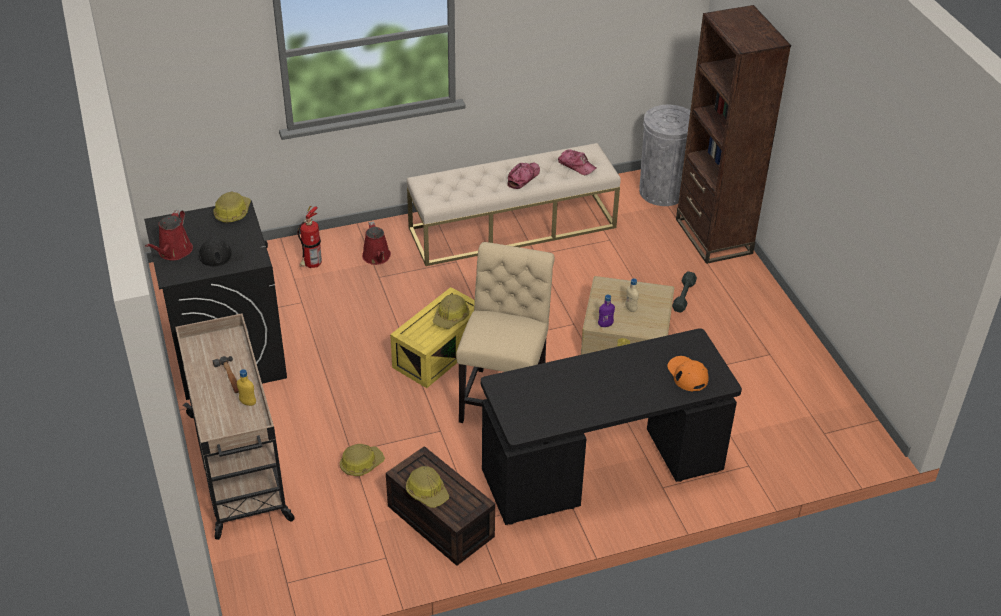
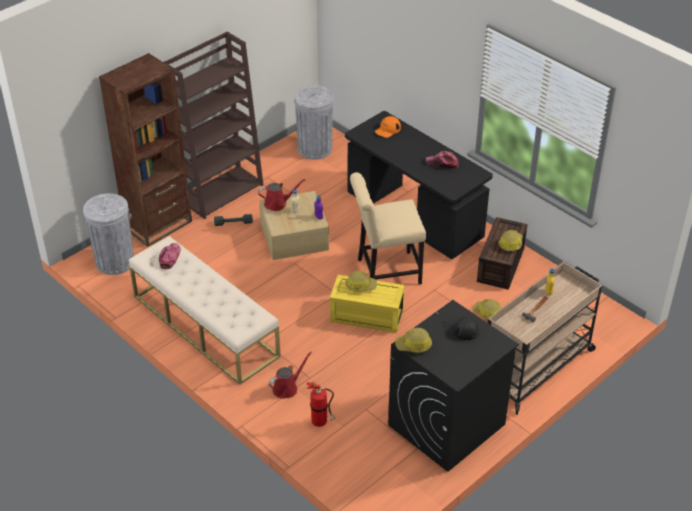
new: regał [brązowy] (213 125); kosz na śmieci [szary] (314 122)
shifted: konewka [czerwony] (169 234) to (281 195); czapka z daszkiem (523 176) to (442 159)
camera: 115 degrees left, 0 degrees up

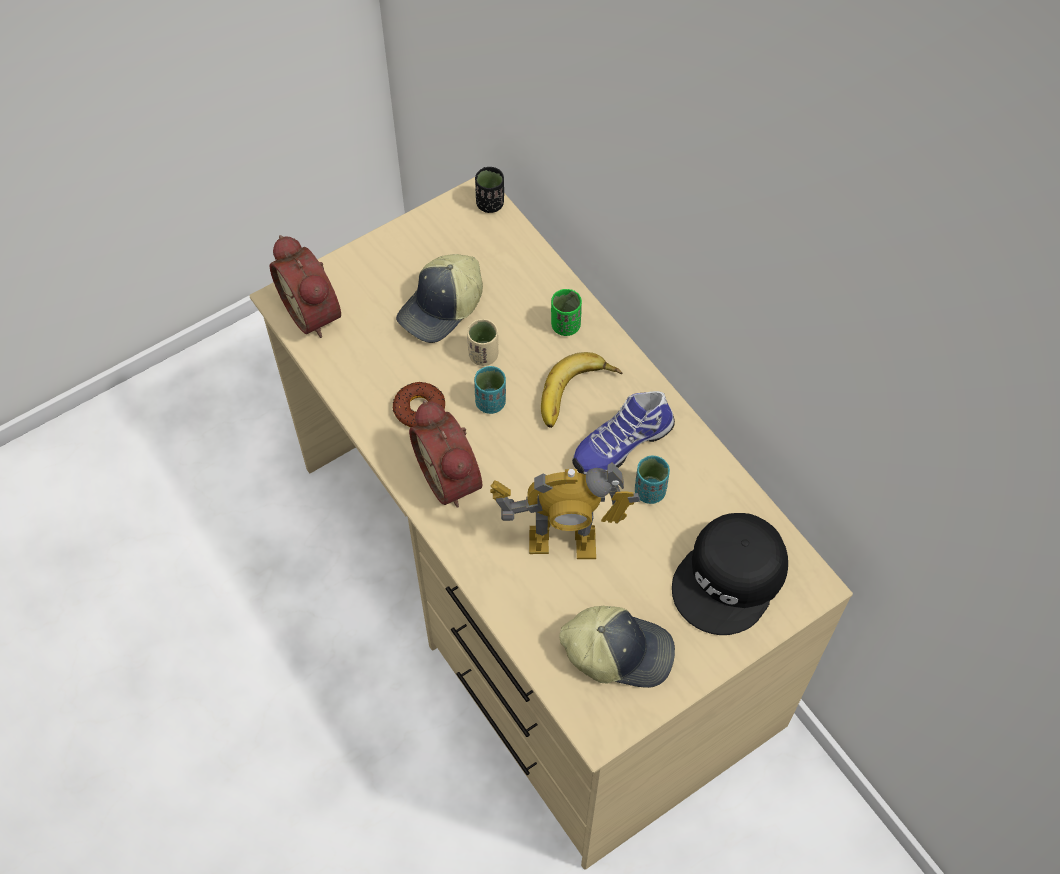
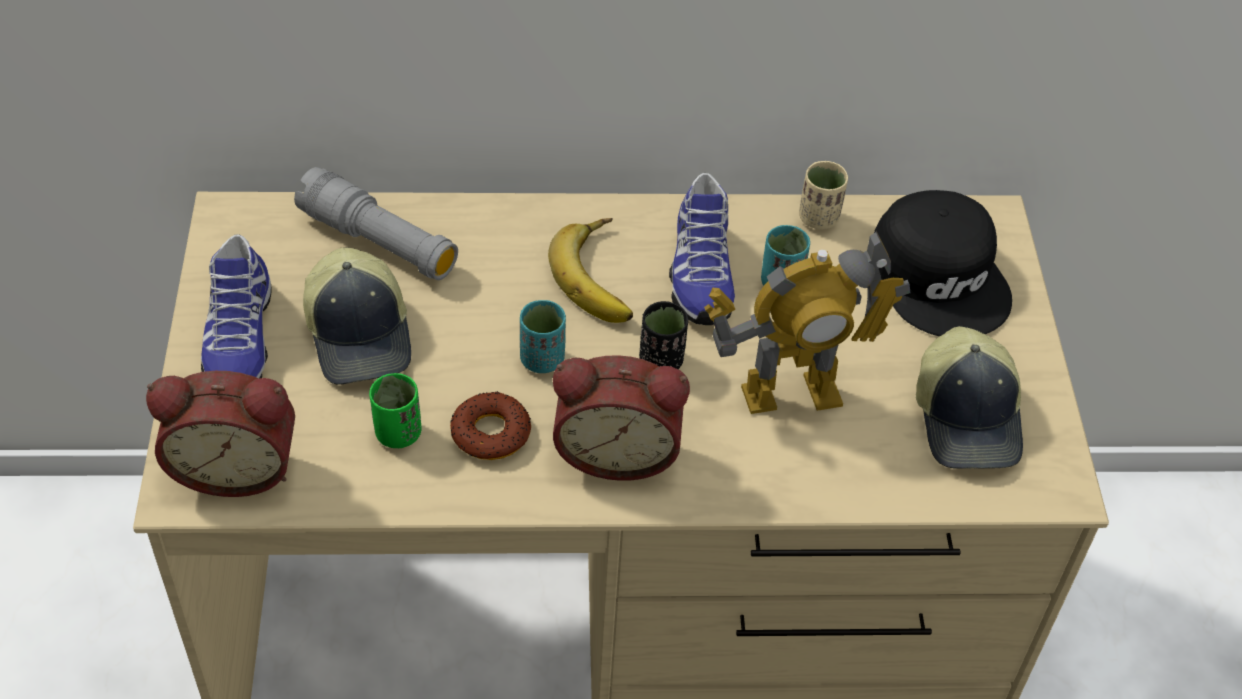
new: but (236 306); latarka [szary] (376 223)
shifted: filiżanka [zielony] (566 312) to (395 410); filiżanka [czarny] (489 190) to (663 335); filiżanka [beżowy] (482 342) to (823 195)
rotated: robot zabawkowy (565 511) = (807 322) 45 degrees clockwise; czapka z daszkiem (617 647) = (969 397) 135 degrees clockwise
camera: 60 degrees left, 10 degrees down

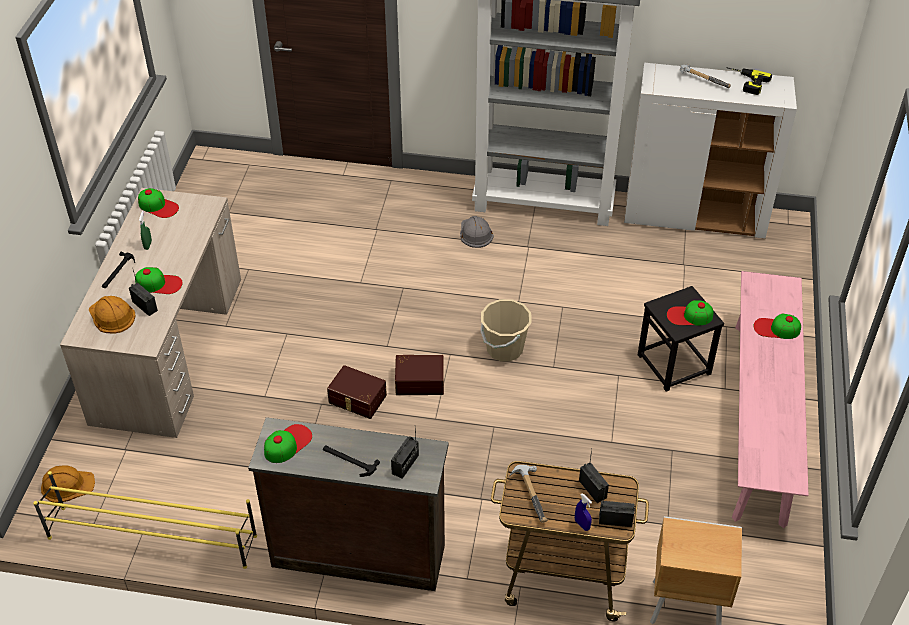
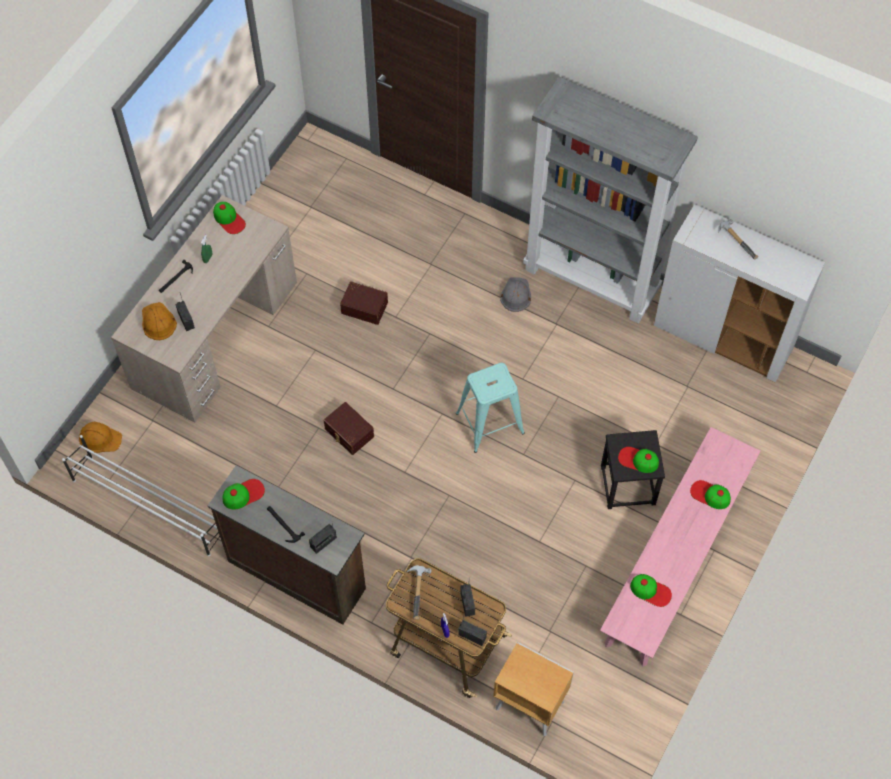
gone: wiertarka (749 81)
shifted: pojemnik do przechowywania [brązowy] (419 375) to (364 303); czapka z daszkiem (159 280) to (651 590)
swapped: wiadro [beżowy] (506 330) to stołek [turkusowy] (490 408)
repainted: regał na buty [żółty] (145 520) to regał na buty [biały] (141 495)
camera: 20 degrees right, 15 degrees up

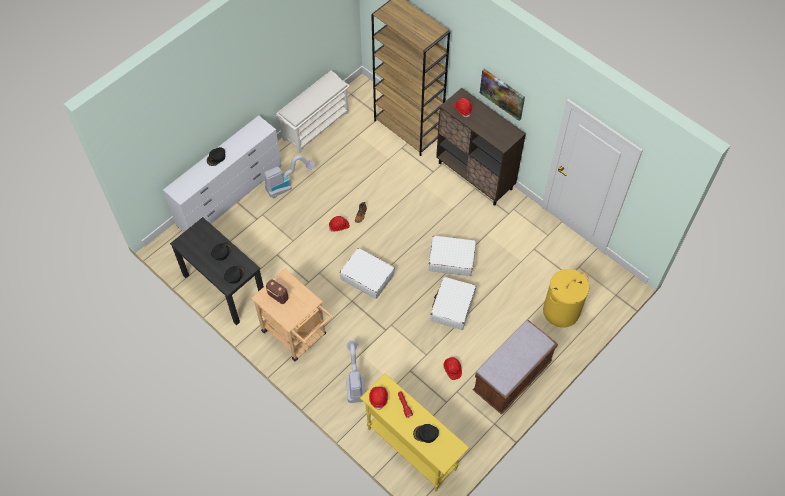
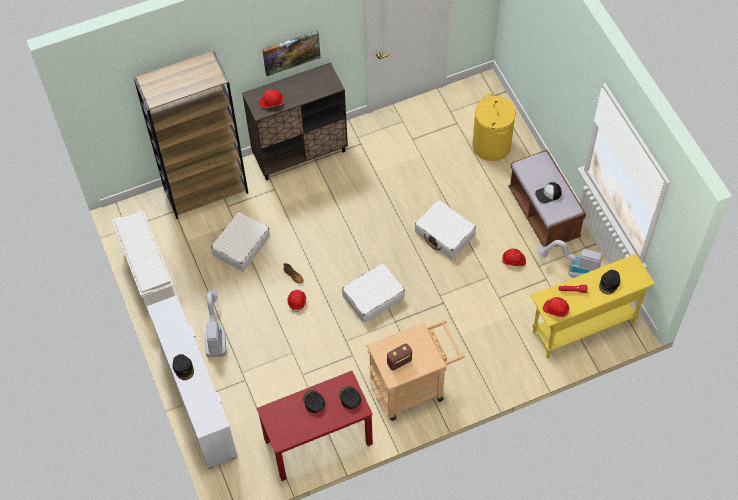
new: czapka z daszkiem (548 193)
shifted: walizka [biały] (452 256) to (240 241); odkurzacz (355 371) to (569 259)
repainted: biurko [czarny] (217 271) to biurko [czerwony] (314 426)
camera: 65 degrees left, 0 degrees up

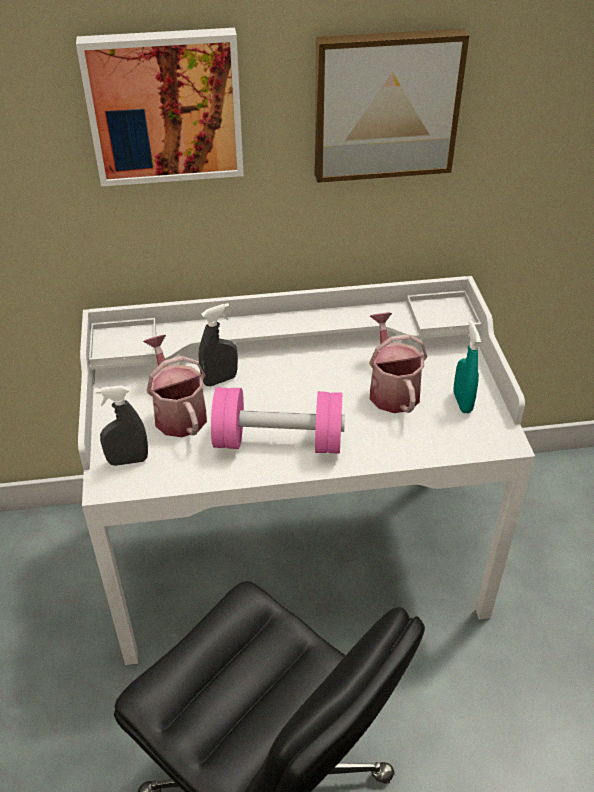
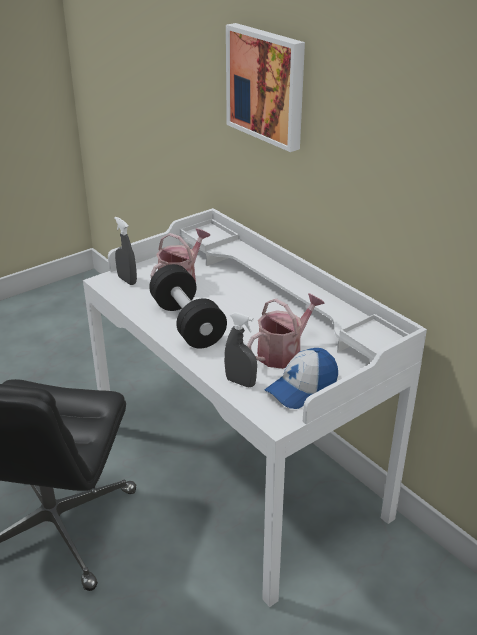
gone: obraz (392 105)
shifted: spryskiwacz [szary] (218 344) to (240 349)
swapped: spryskiwacz [turkusowy] (467 366) to czapka z daszkiem (301 378)
repainted: hantel [różowy] (278 420) to hantel [czarny] (188 306)
camera: 60 degrees right, 10 degrees down

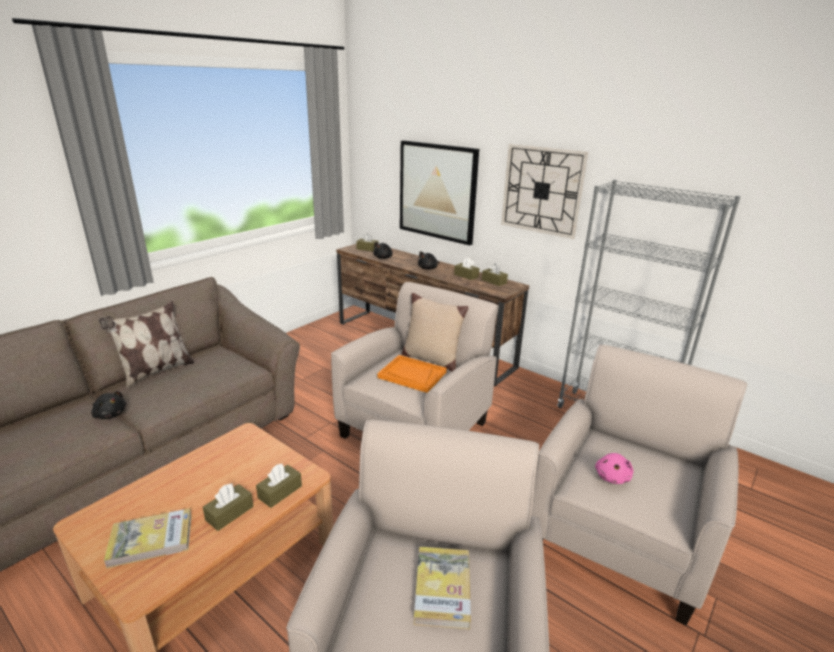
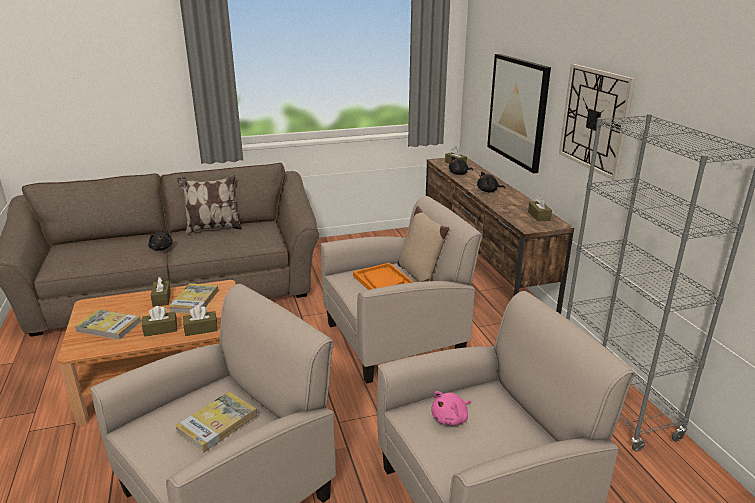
new: książka (193 298)
shifted: pudełko chusteczek [brązowy] (466 269) to (161 291)
camera: 35 degrees right, 0 degrees up

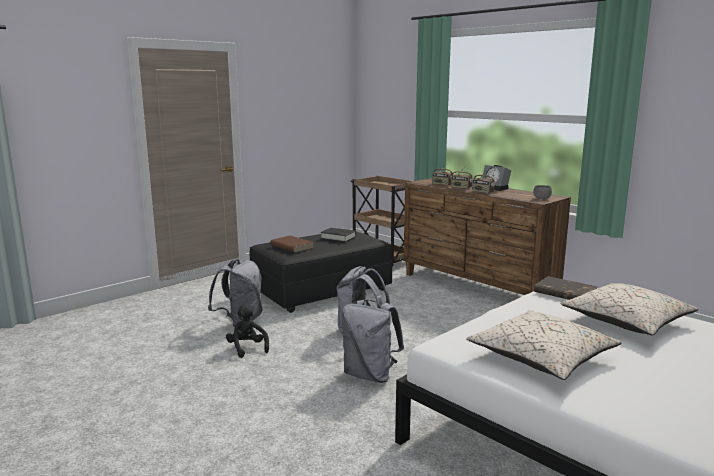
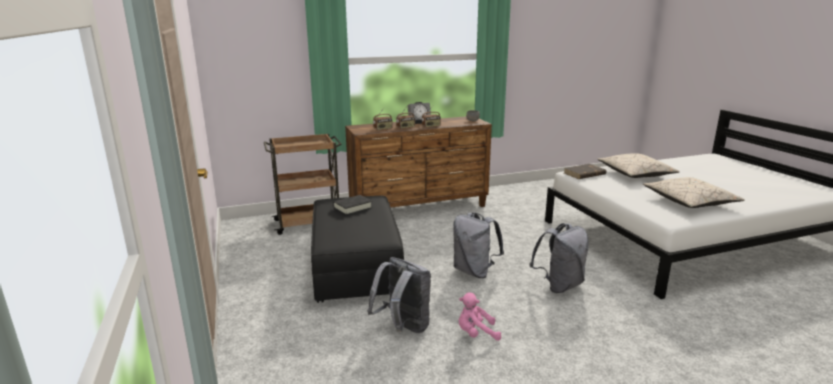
gone: książka [brązowy] (291 244)
repainted: pluszak [czarny] (247 331) to pluszak [różowy] (480 316)
camera: 65 degrees left, 5 degrees up

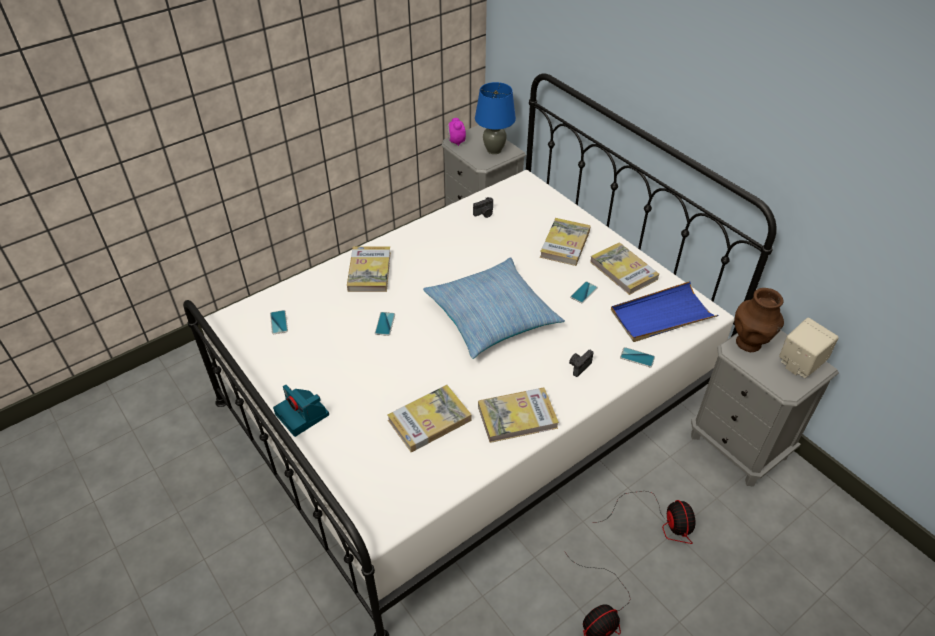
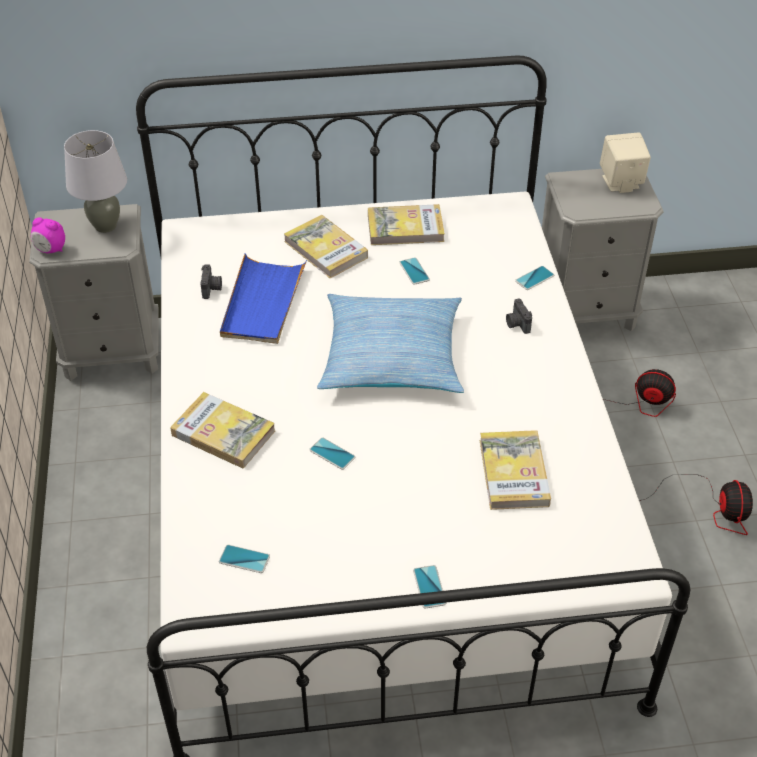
gone: książka (518 415); wazon [brązowy] (759 320)
shifted: taca [niebieski] (664 311) to (263 298)
swapped: aparat fotograficzny (301 411) to telefon (429 587)
repainted: lampa stołowa [niebieski] (495 118) to lampa stołowa [szary] (95 181)
camera: 60 degrees left, 0 degrees up

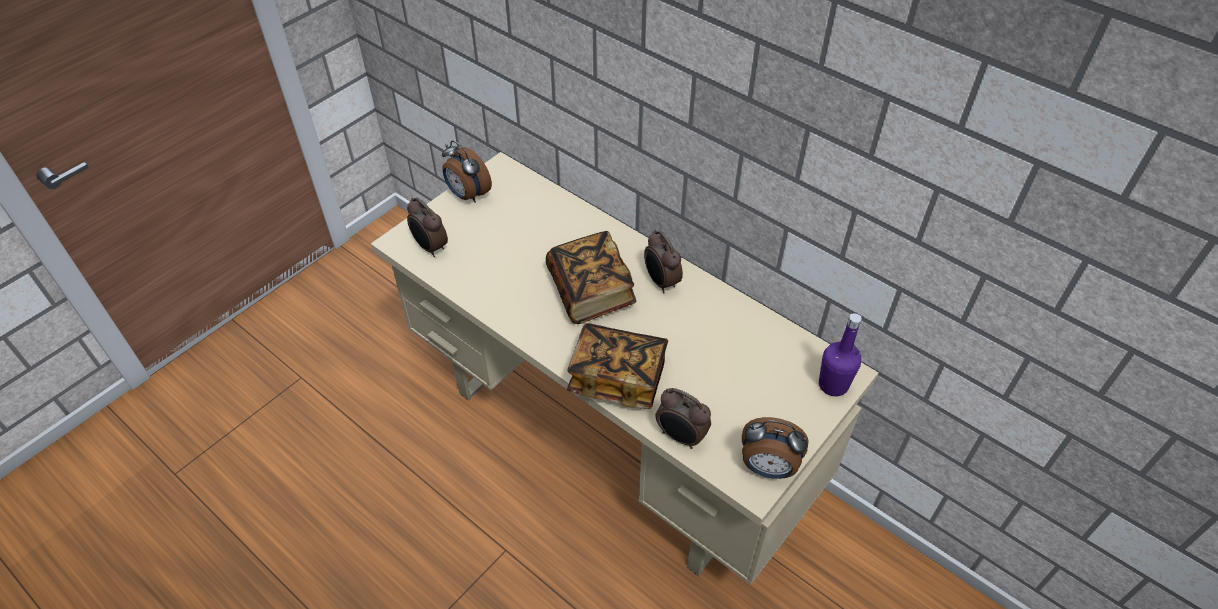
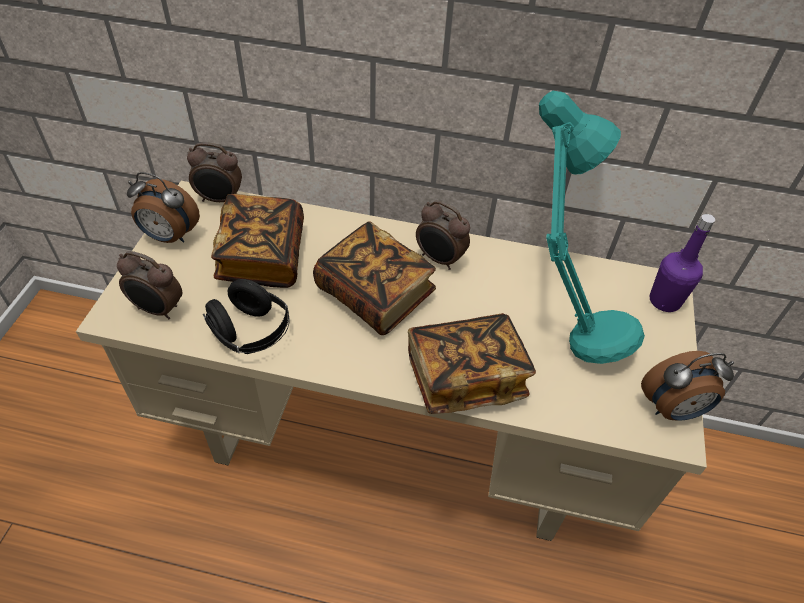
new: słuchawki [czarny] (246 316); książka (257 241); lampa stołowa [turkusowy] (592 227)
shifted: budzik (683 418) to (214 172)
camera: 30 degrees left, 0 degrees up

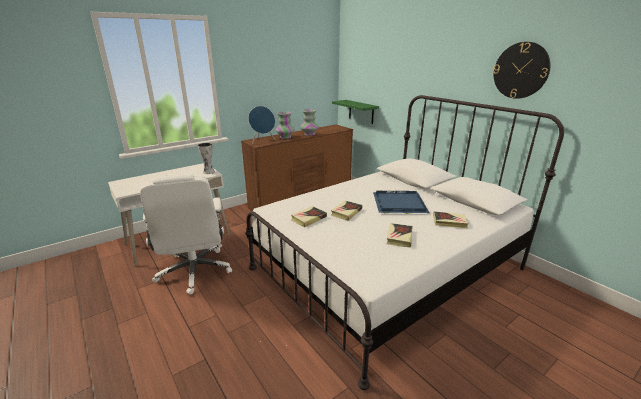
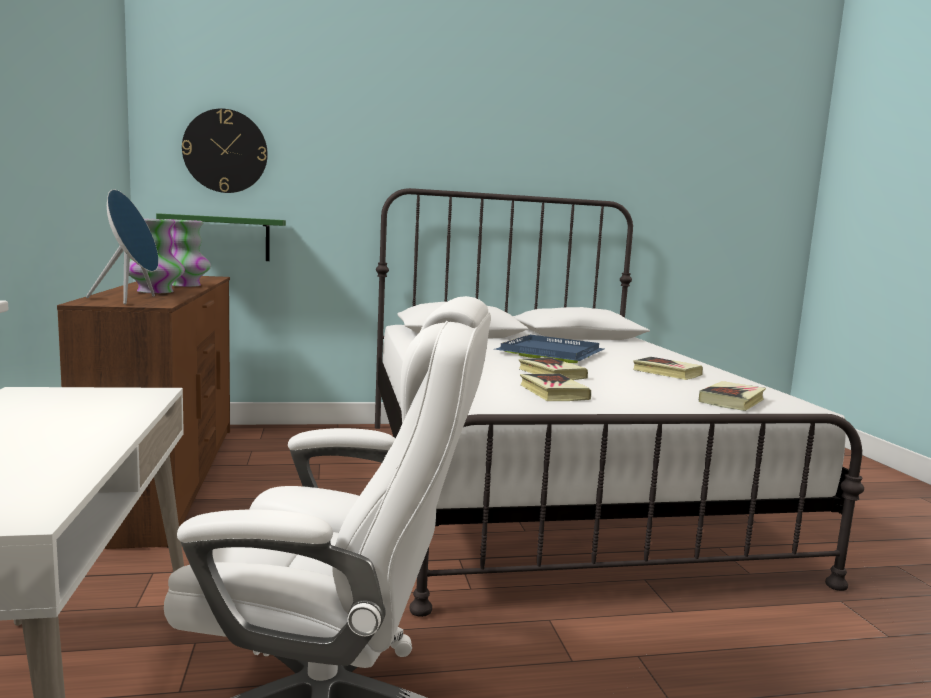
gone: wazon (206 158)
shifted: zegar ścienny (522 70) to (225 151); książka (451 219) to (732 396)
camera: 65 degrees left, 15 degrees down

